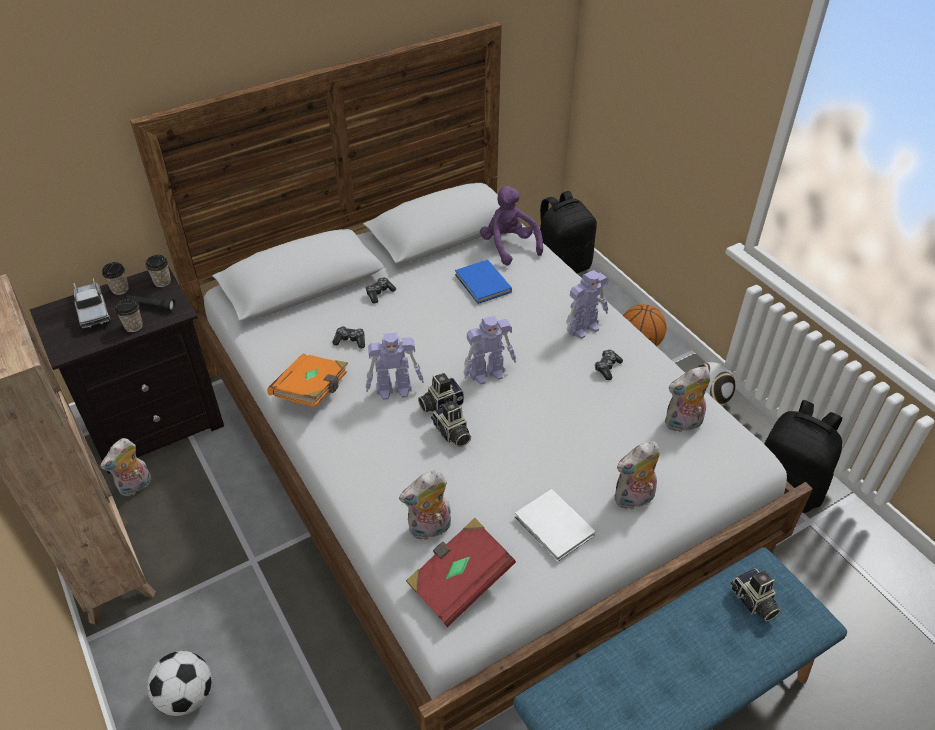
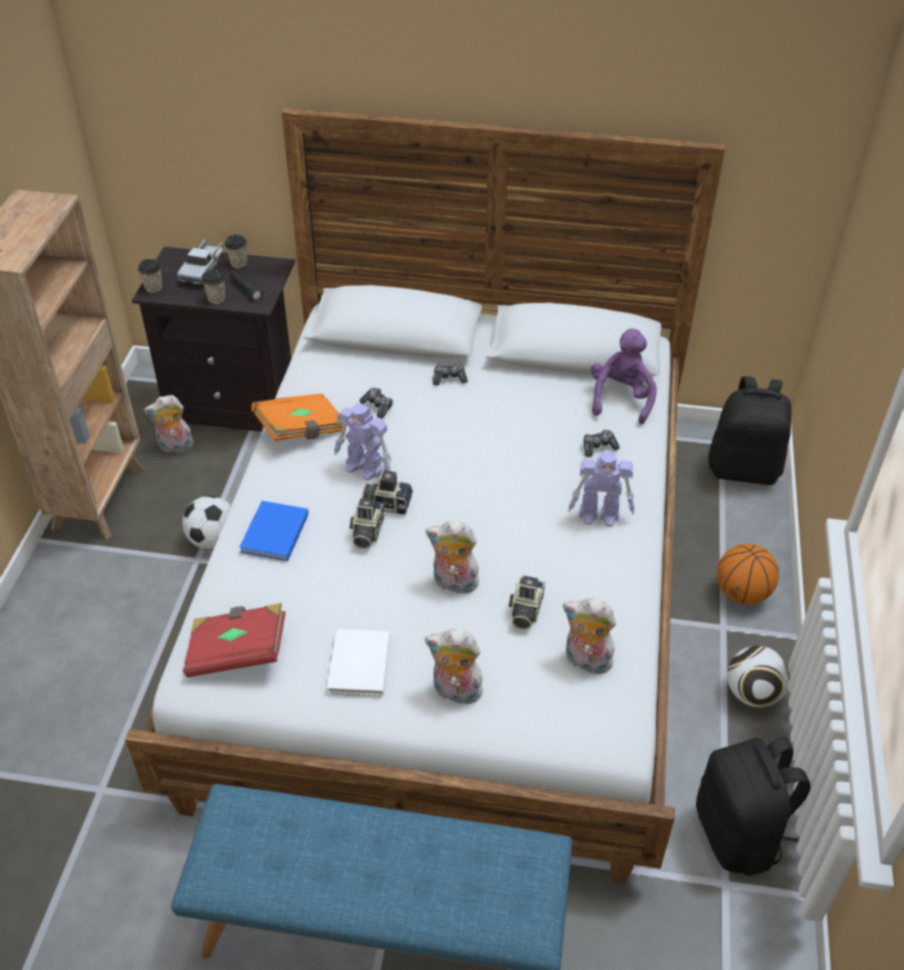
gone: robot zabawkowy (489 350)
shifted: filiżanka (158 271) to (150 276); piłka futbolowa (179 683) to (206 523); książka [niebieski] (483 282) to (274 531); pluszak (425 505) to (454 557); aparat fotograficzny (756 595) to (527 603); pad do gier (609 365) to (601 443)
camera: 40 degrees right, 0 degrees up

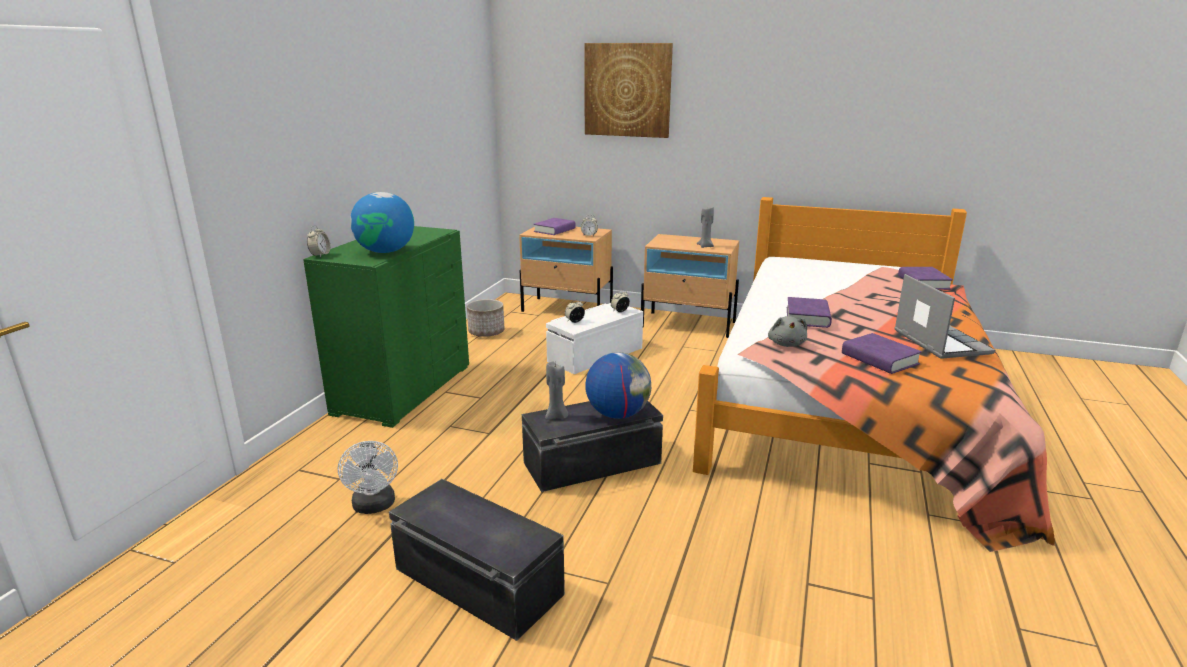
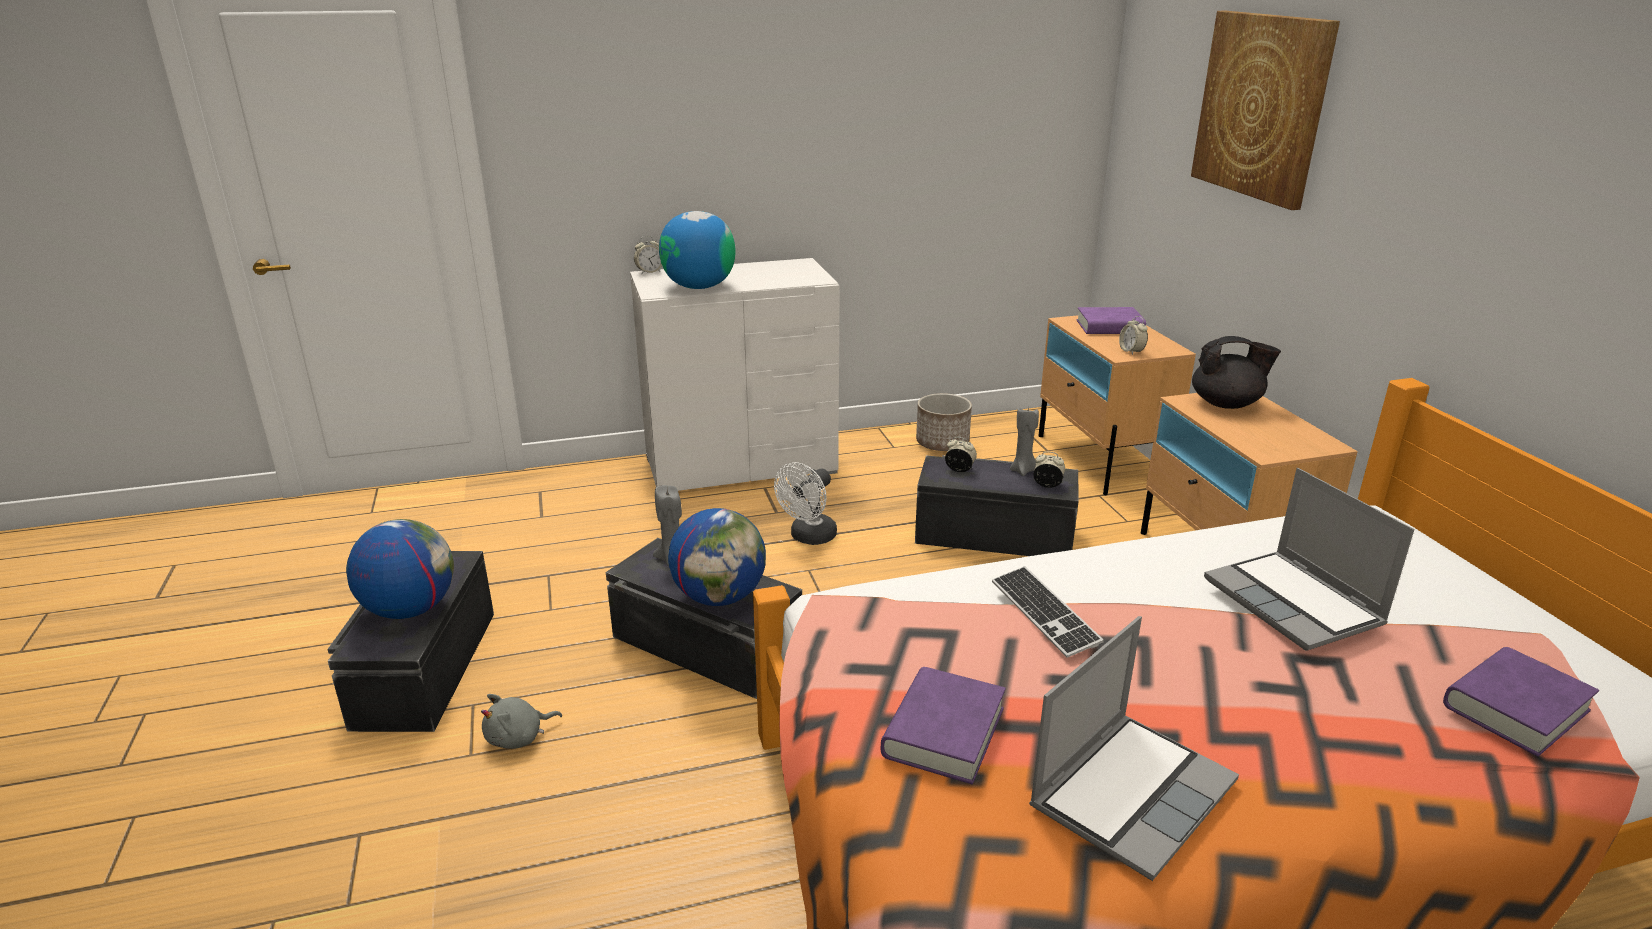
new: globus (400 569); imbryk [czarny] (1236 372); laptop (1309 559)
shifted: pluszak [szary] (787 331) to (521 721); wentylator [biały] (368 477) to (805 503); świeca [szary] (705 227) to (1024 441)
swapped: książka [fioletowy] (809 312) to klawiatura (1048 612)
repainted: komoda [zielony] (386 327) to komoda [biały] (735 374); pojemnik do przechowywania [biały] (594 338) to pojemnik do przechowywania [czarny] (997 505)
camera: 55 degrees right, 5 degrees up

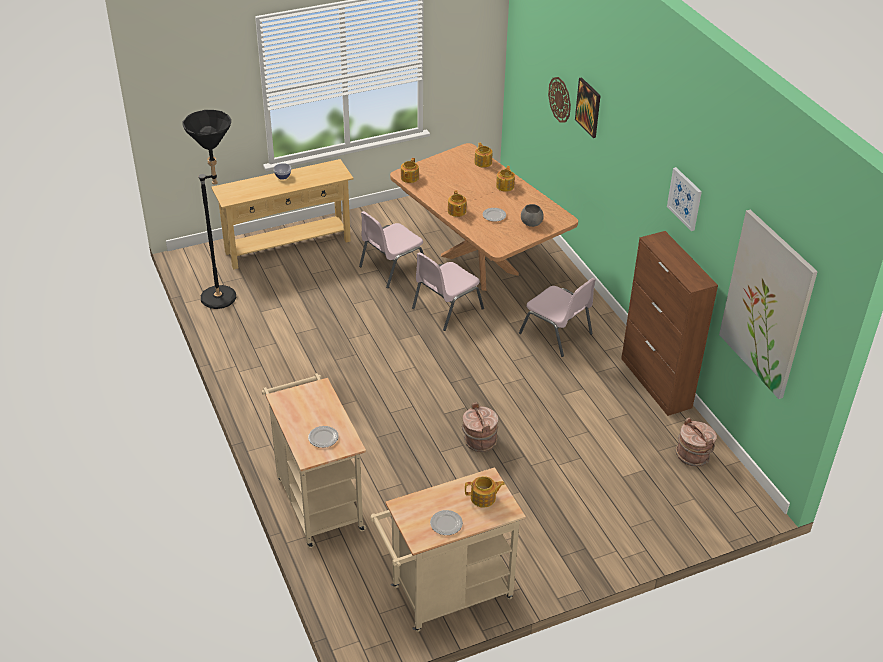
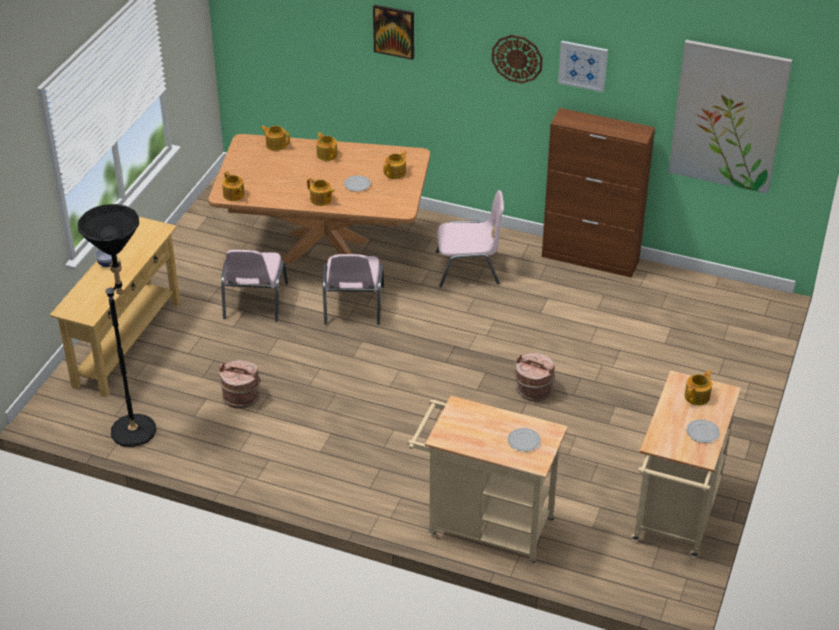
shifted: wiadro [brązowy] (696 442) to (240 384); zegar ścienny (559 100) to (517 59)
swapped: miska [szary] (532 215) to imbryk (395 165)
camera: 45 degrees left, 0 degrees up

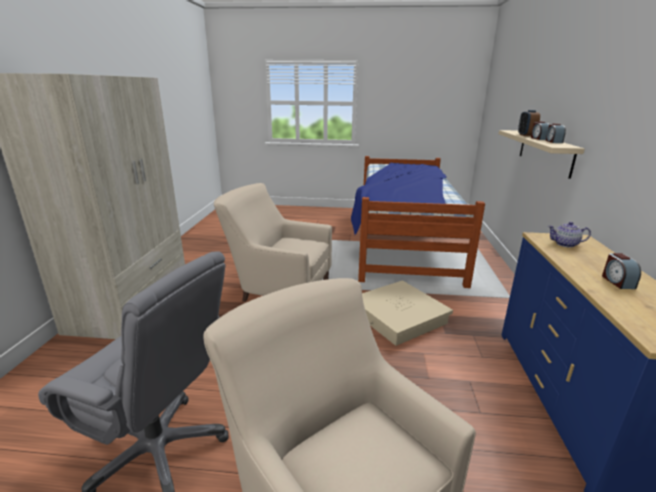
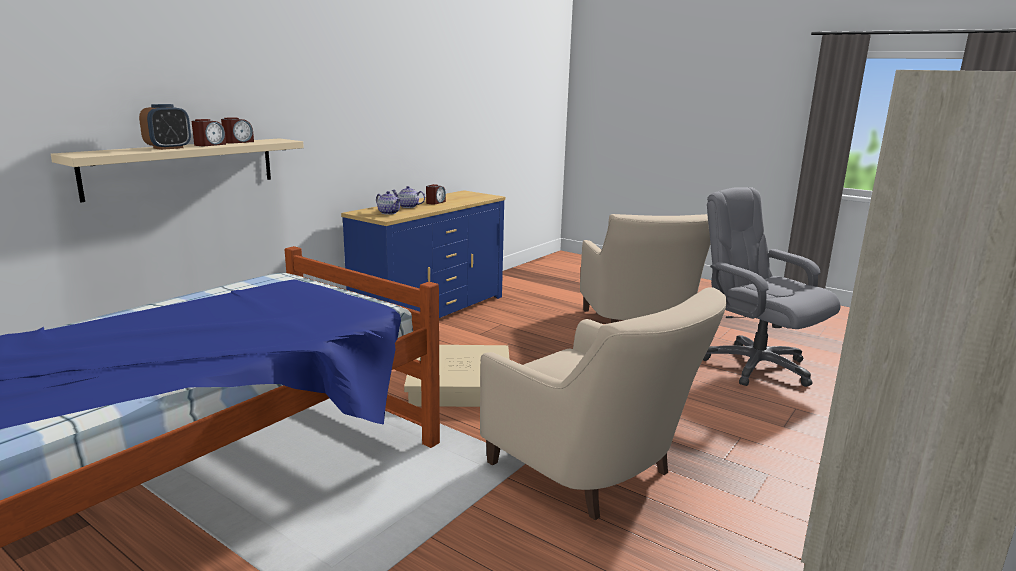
new: imbryk (408 197)
camera: 150 degrees left, 5 degrees down

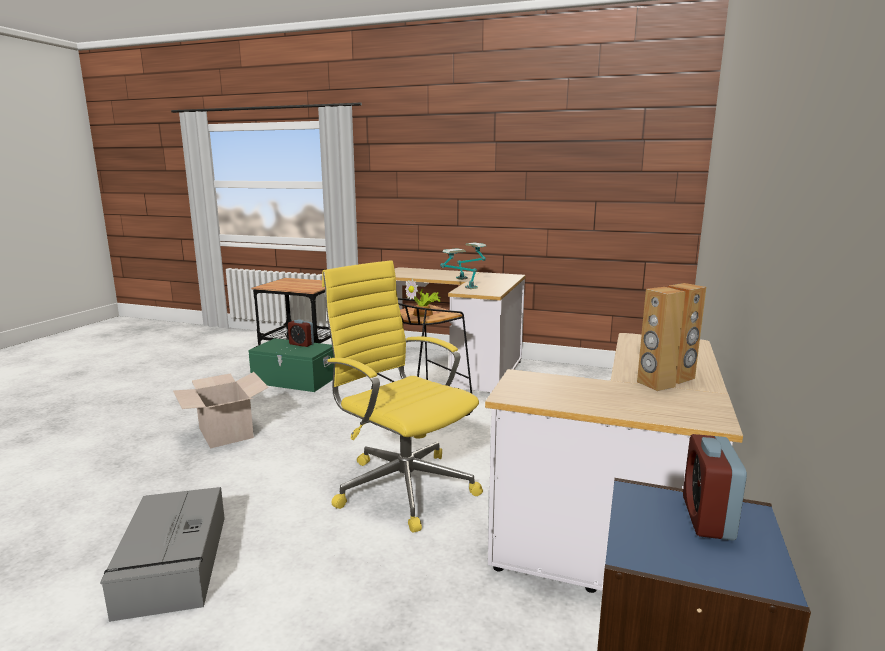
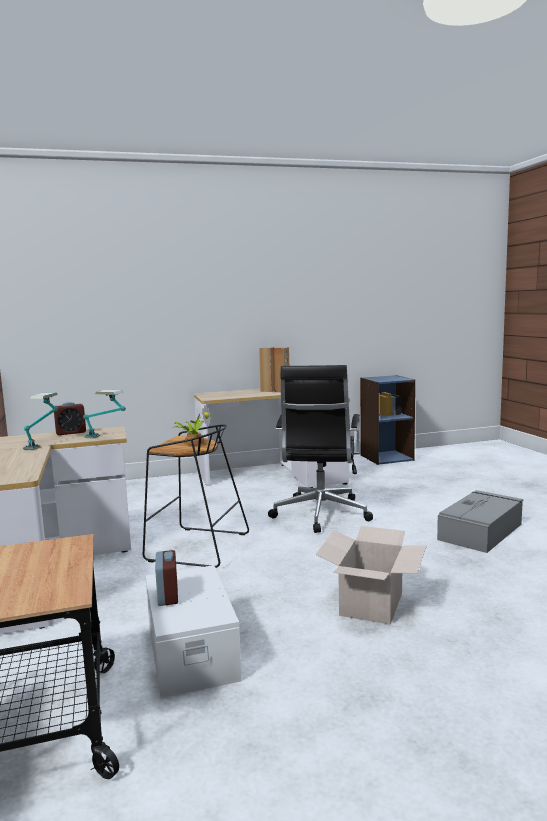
shifted: budzik (715 487) to (70 418)
repainted: pojemnik do przechowywania [zielony] (291 365) to pojemnik do przechowywania [biały] (194 631); krzesło biurowe [żółty] (402 396) to krzesło biurowe [czarny] (320 449)
camera: 125 degrees left, 5 degrees down

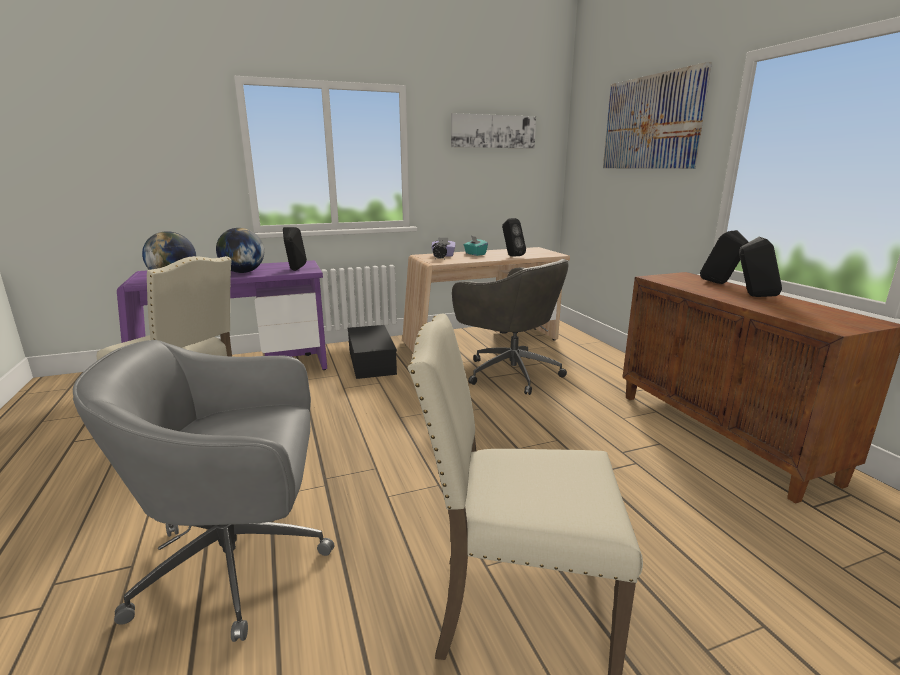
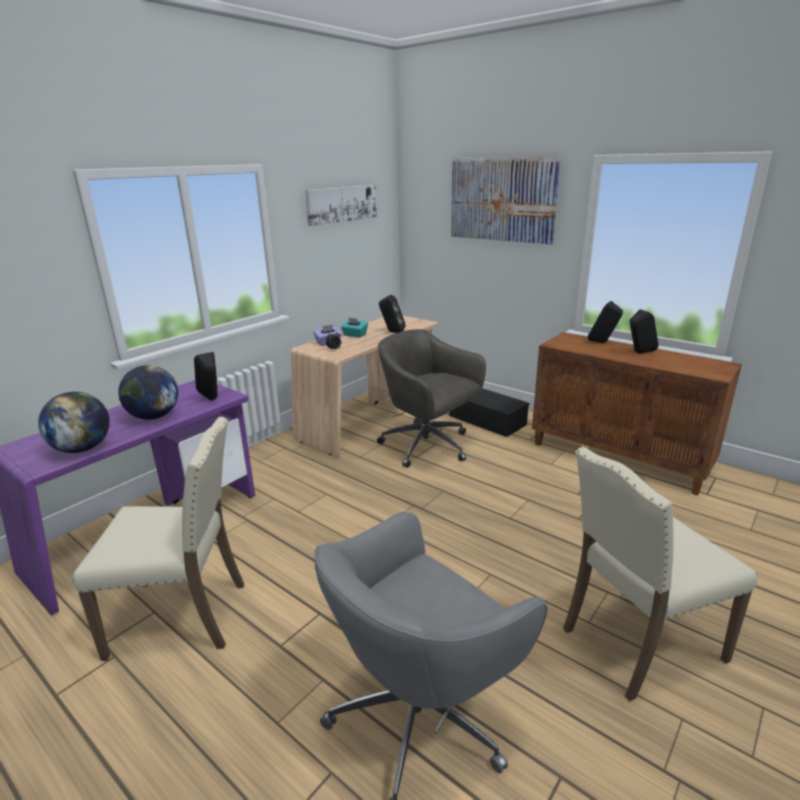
shifted: pojemnik do przechowywania [czarny] (372 352) to (489 412)
rotated: krzesło biurowe [szary] (510 327) = (431 398) 150 degrees counterclockwise
camera: 30 degrees left, 5 degrees up

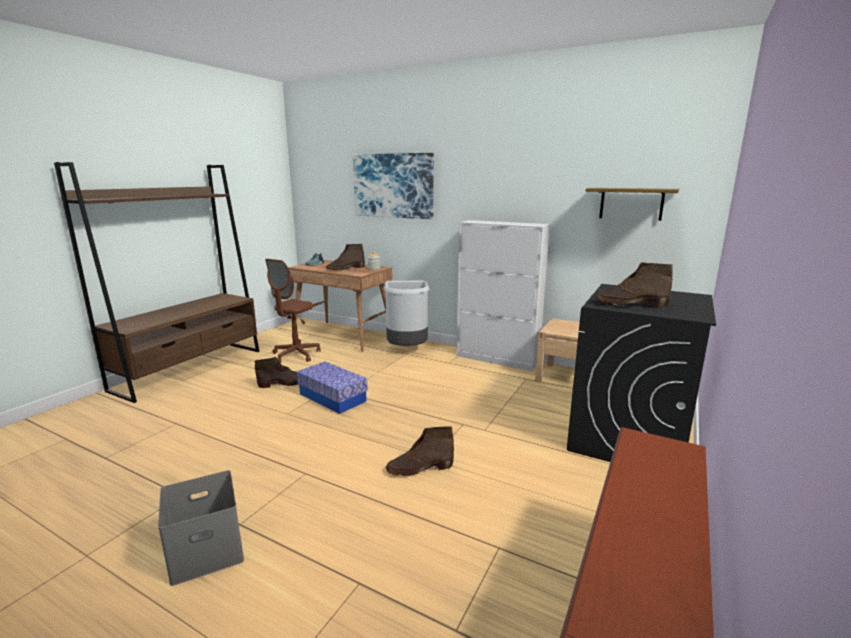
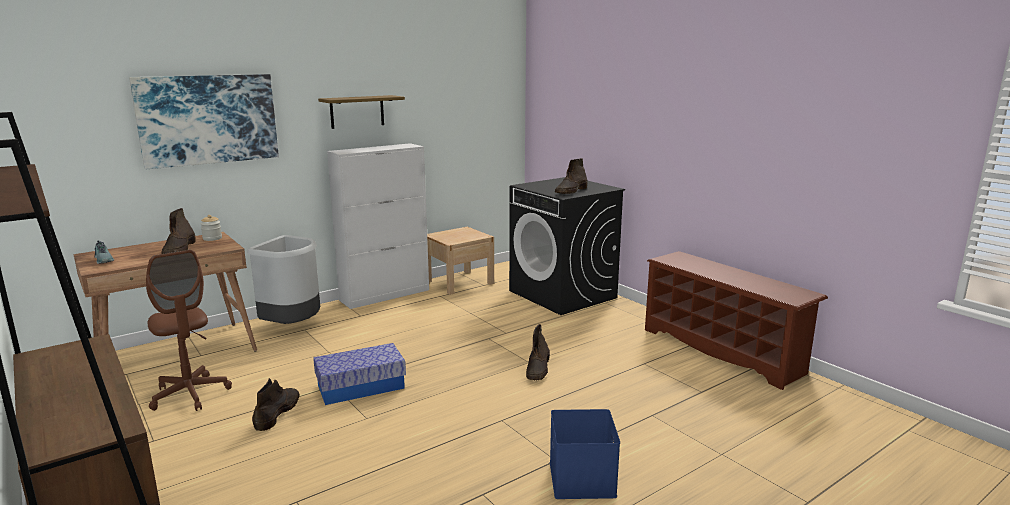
shifted: półka (632 204) to (361 112)
repainted: pojemnik do przechowywania [szary] (201 528) to pojemnik do przechowywania [niebieski] (585 454)
camera: 65 degrees left, 0 degrees up

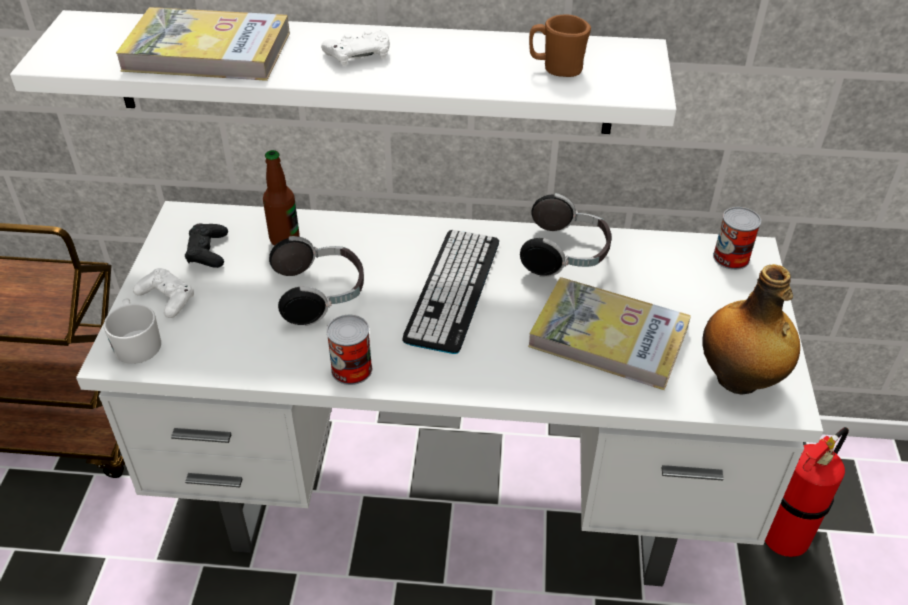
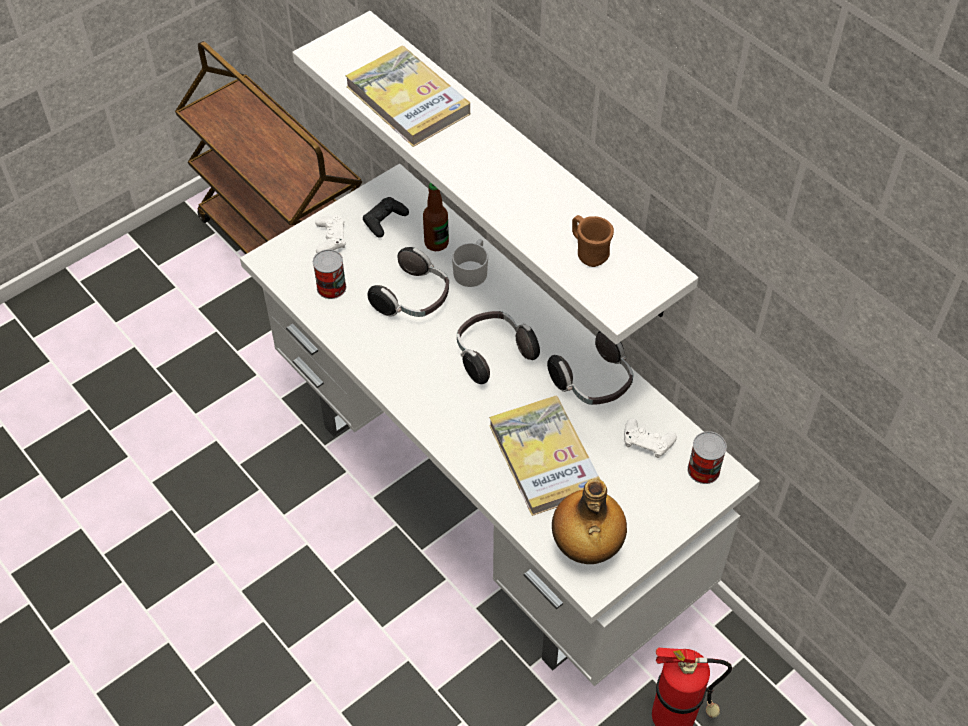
shifted: puszka (349 350) to (329 274); kubek [biały] (132 331) to (470 263); pad do gier [biały] (355 48) to (650 438)
swapped: klawiatura (450 292) to słuchawki (498 347)
camera: 45 degrees right, 10 degrees up

